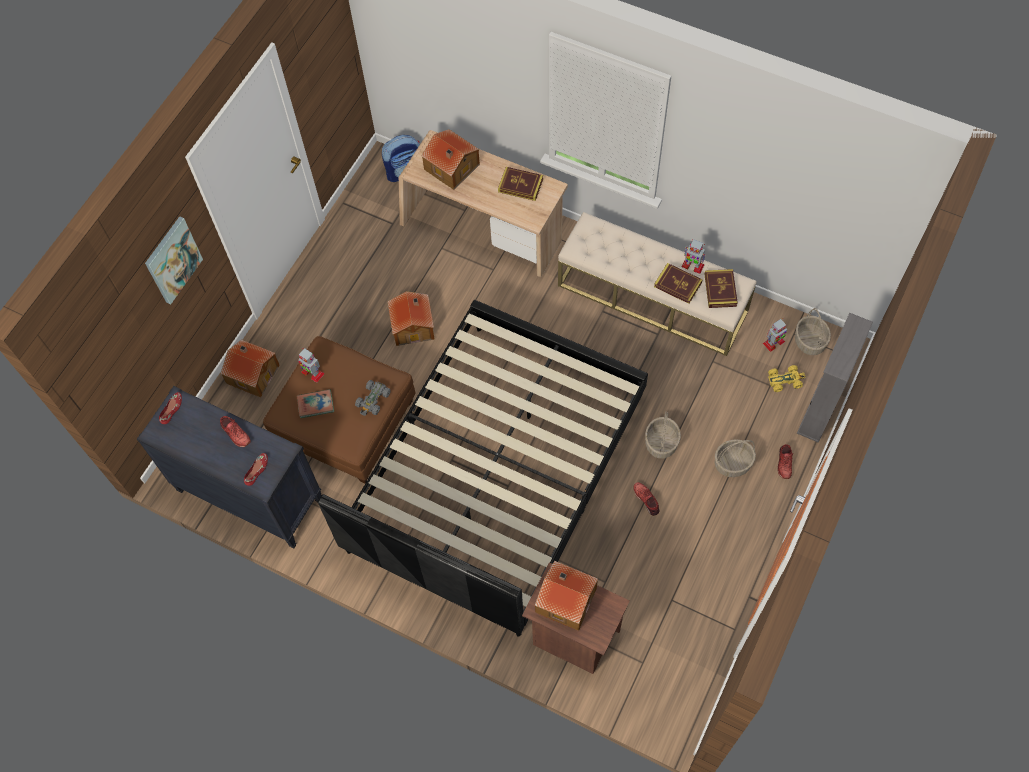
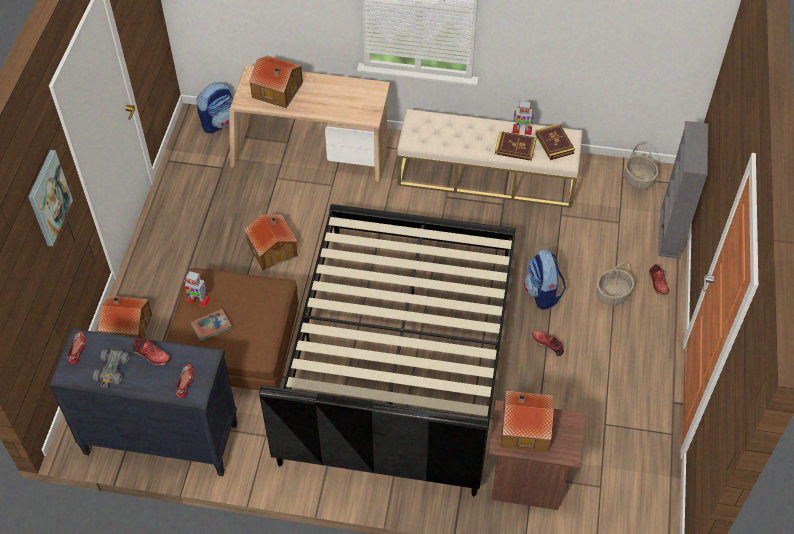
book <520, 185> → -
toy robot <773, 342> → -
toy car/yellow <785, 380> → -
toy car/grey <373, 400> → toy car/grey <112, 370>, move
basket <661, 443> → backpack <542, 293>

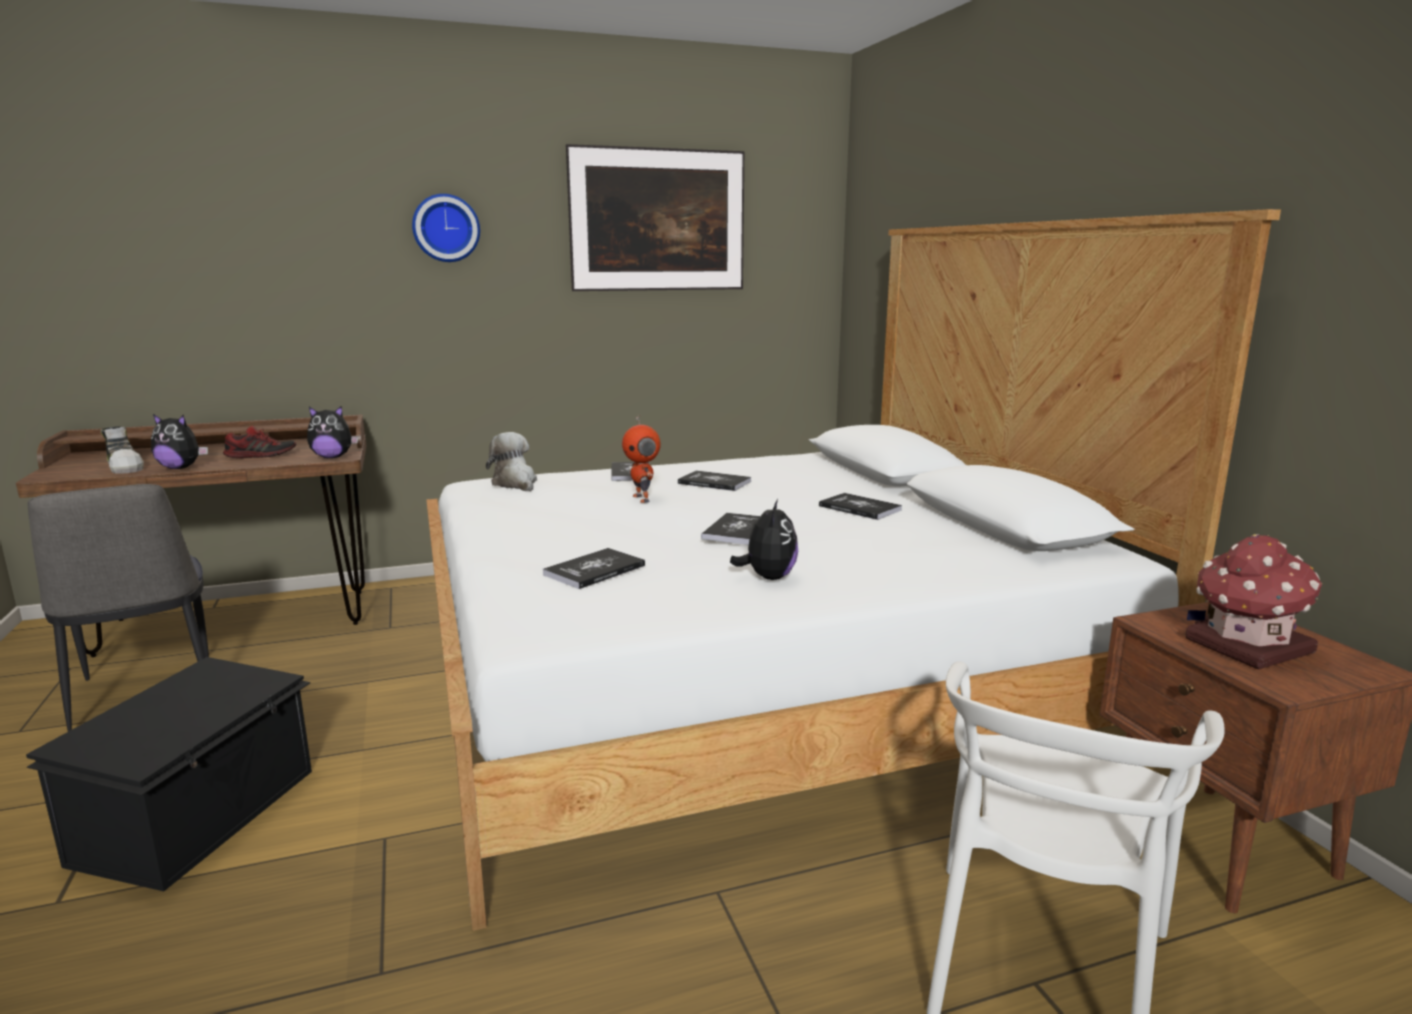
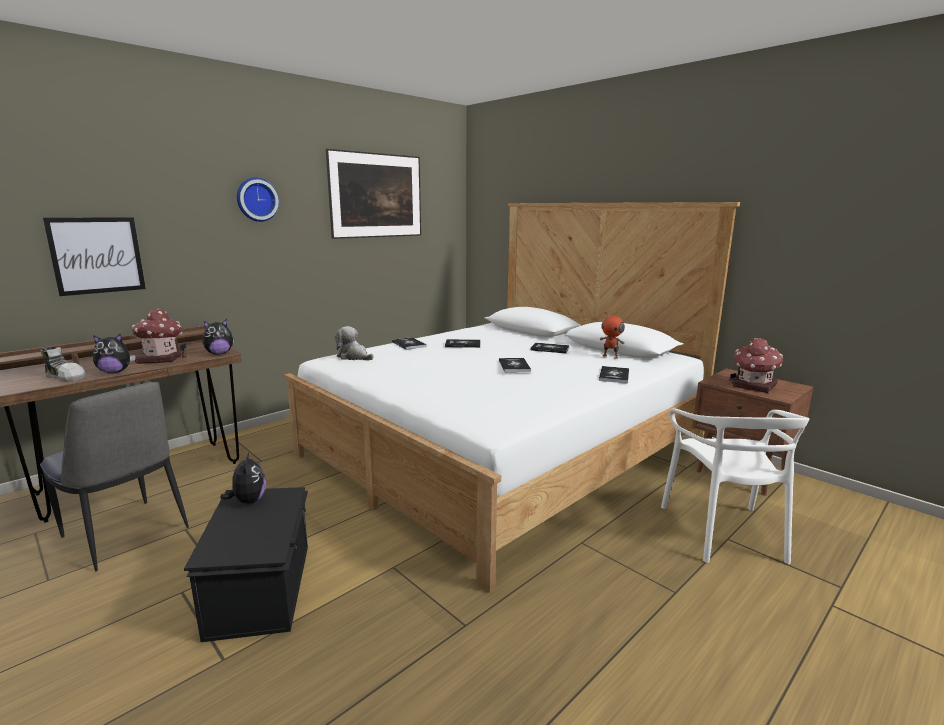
- → picture <97, 255>
book <594, 570> → book <614, 375>, move
toy robot <643, 498> → toy robot <610, 356>, move
plush toy <768, 577> → plush toy <248, 501>, move
shoe <261, 455> → toy house <162, 358>

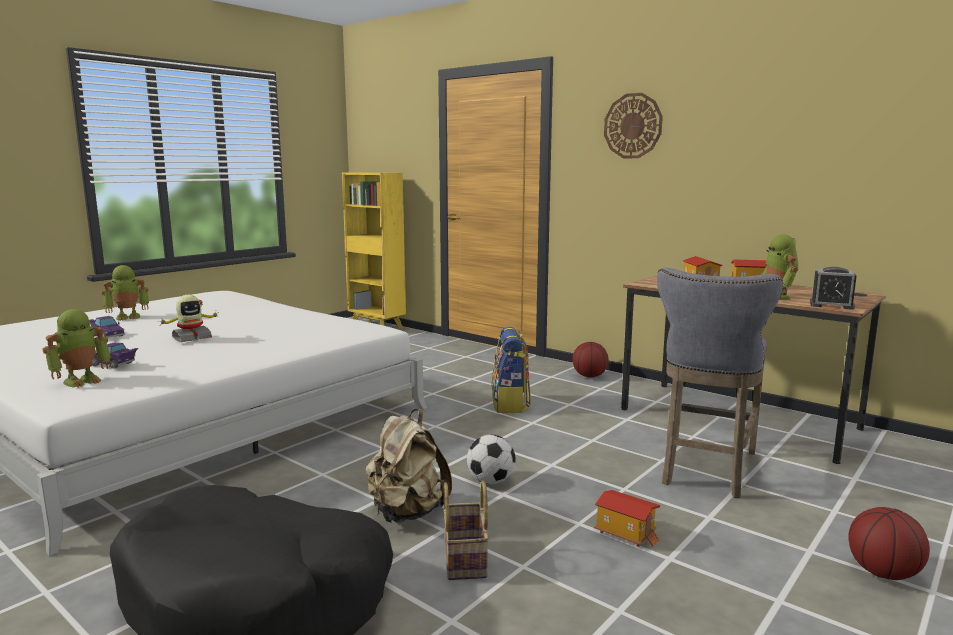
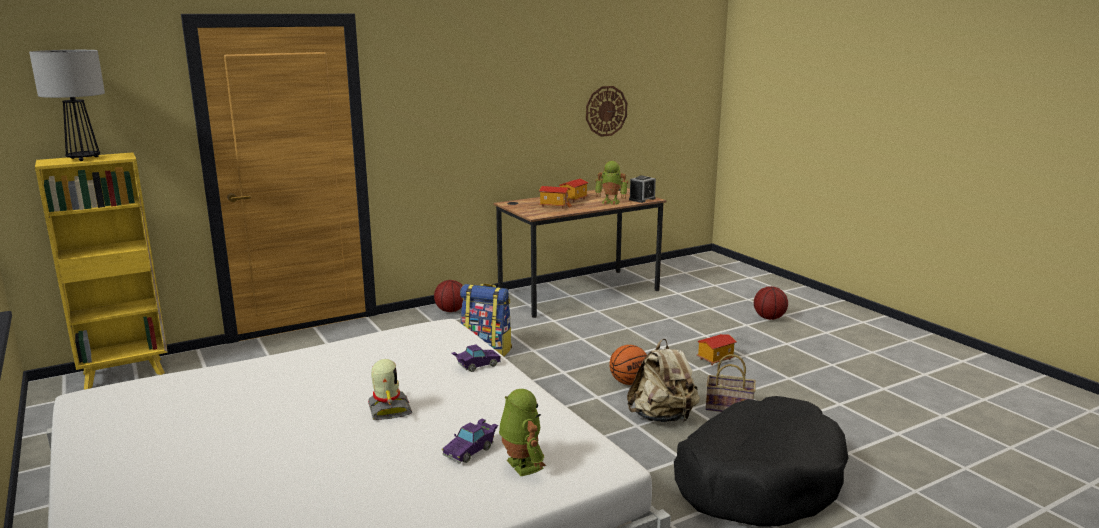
toy robot <128, 317> → -
stool/grey <705, 470> → -
- → table lamp <83, 159>
toy car/purple <107, 335> → toy car/purple <476, 366>, move
wall clock <633, 126> → wall clock <606, 111>, move
football <491, 481> → basketball <628, 382>

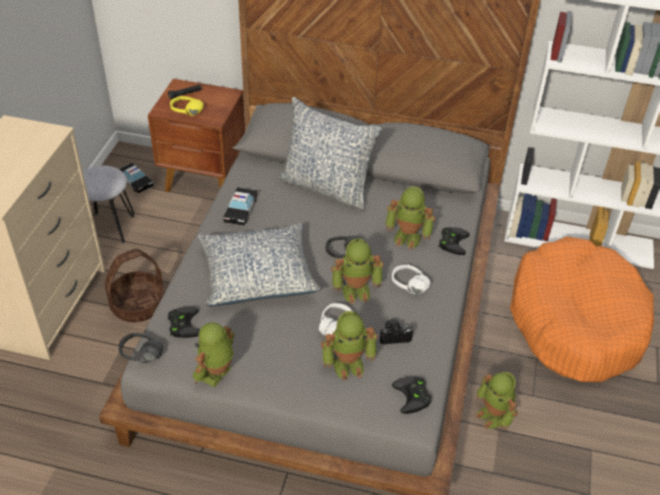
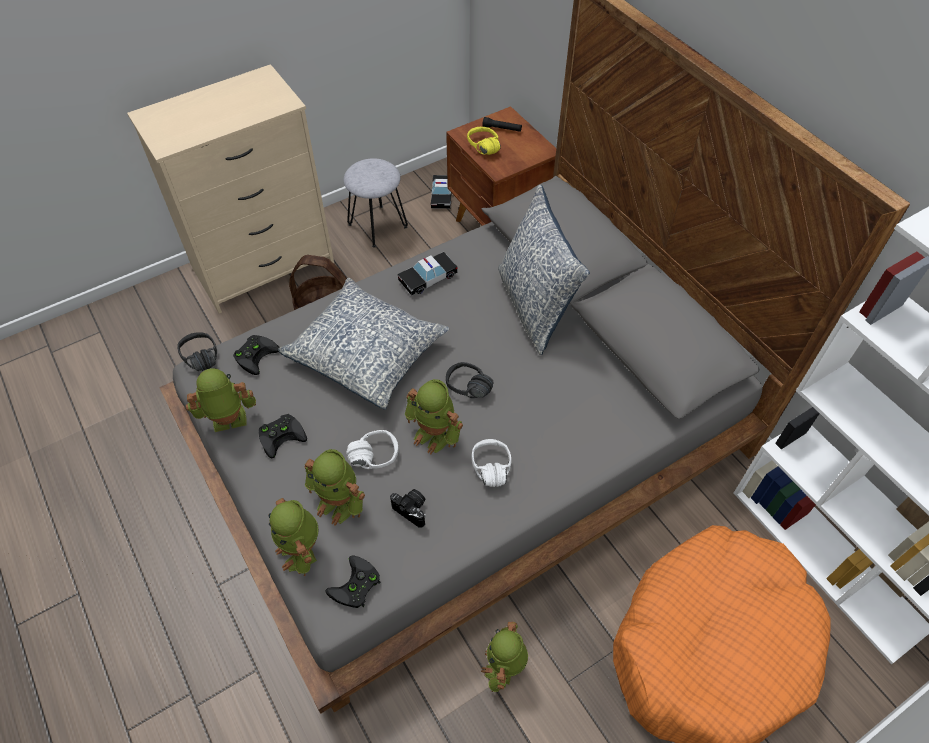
toy robot <408, 237> → toy robot <301, 550>, move
game controller/black <452, 241> → game controller/black <282, 435>, move

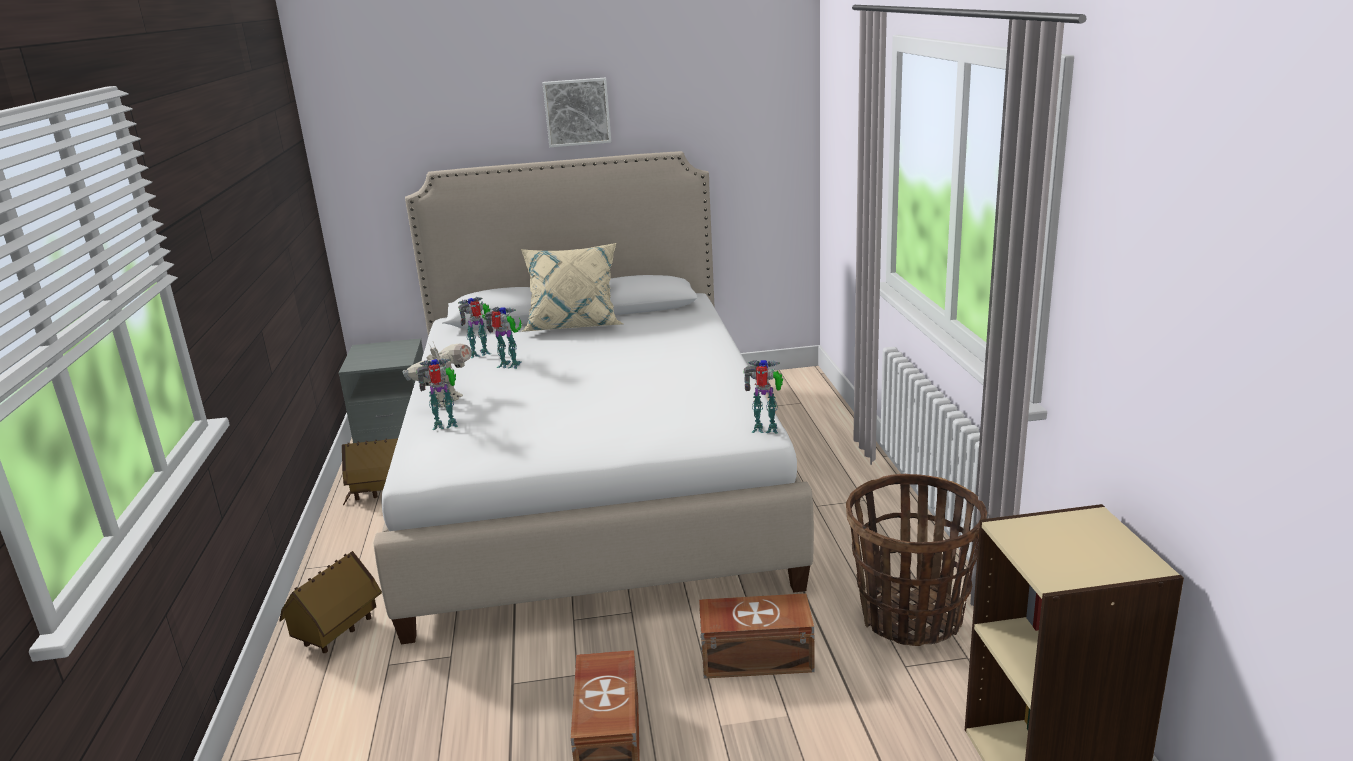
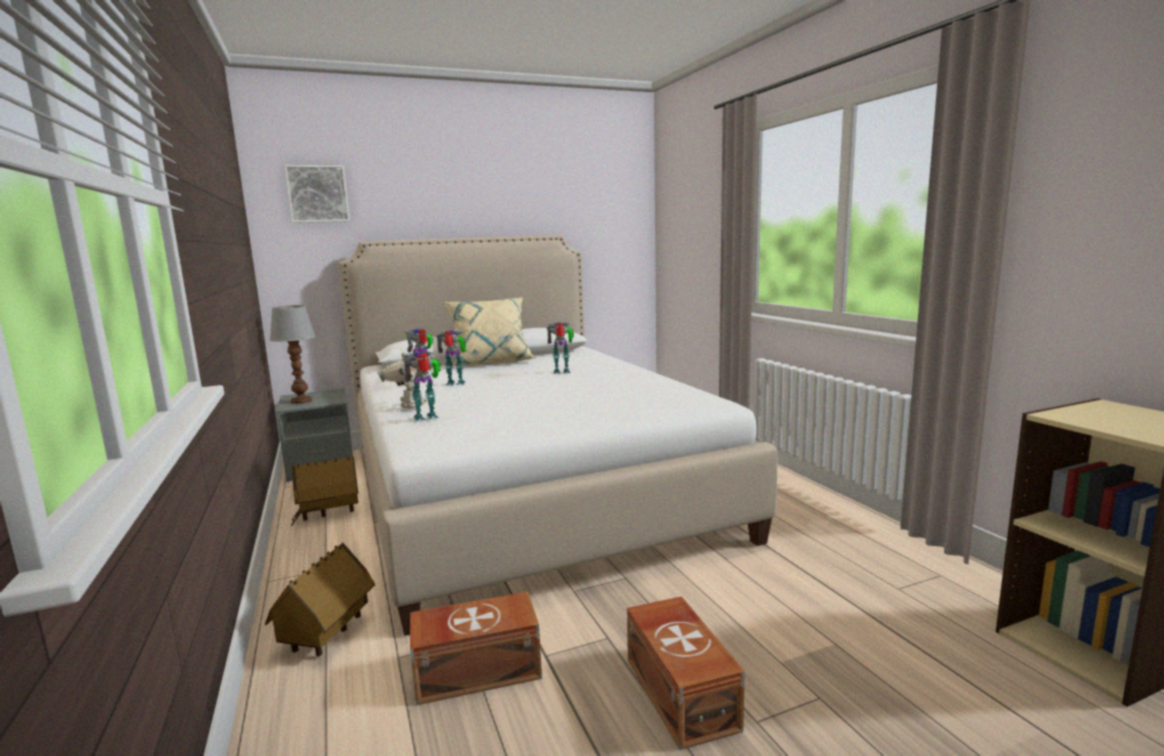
basket <911, 617> → -
- → table lamp <301, 401>
picture <577, 112> → picture <318, 194>, move
storage box/brown <754, 656> → storage box/brown <475, 670>, move
toy robot <766, 429> → toy robot <562, 372>, move

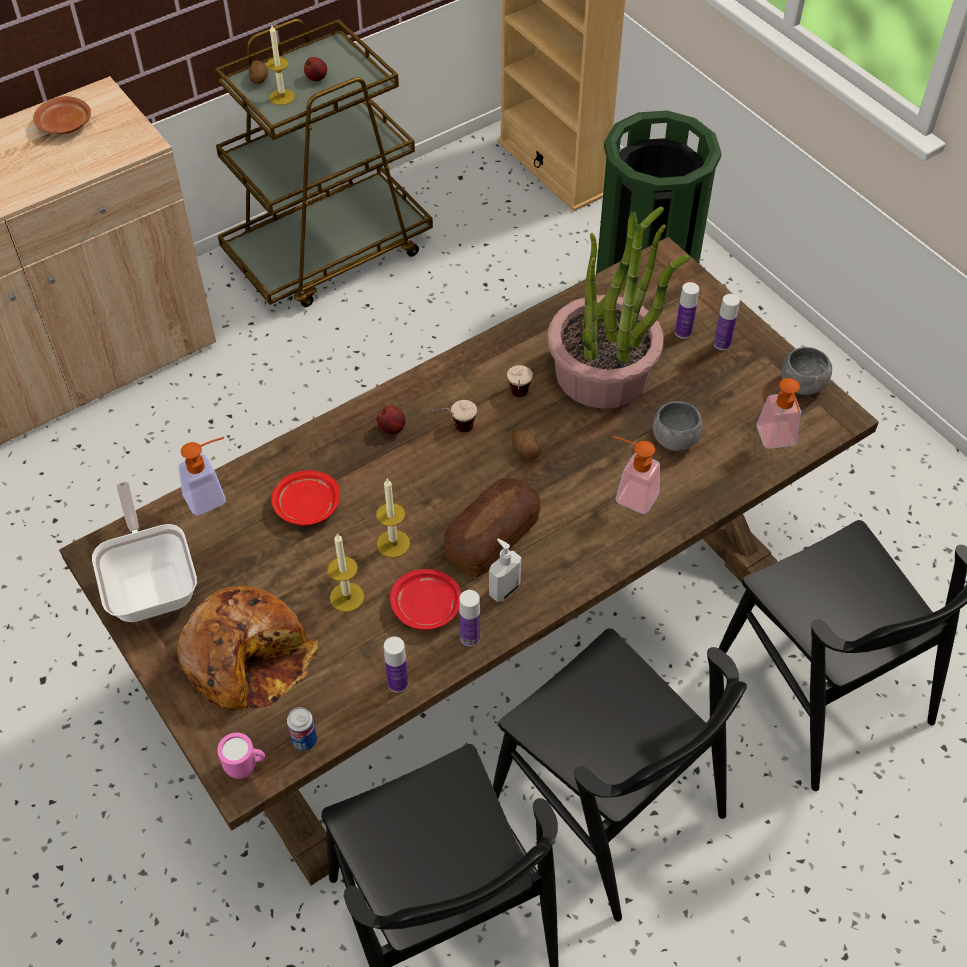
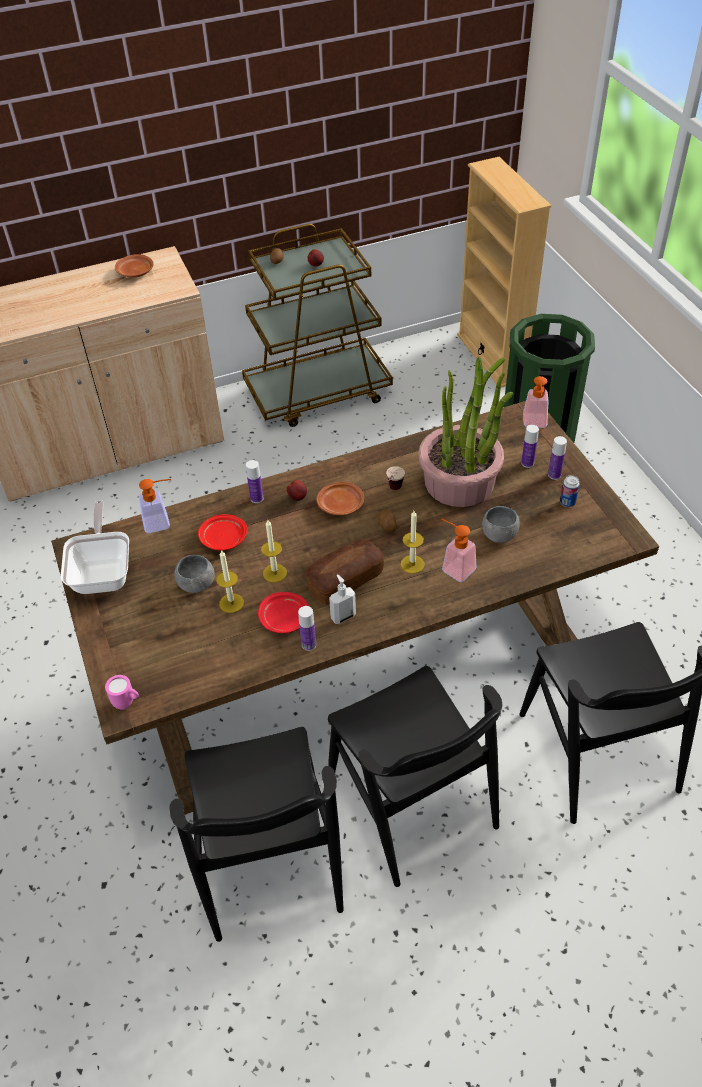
bread <248, 657> → -
candle <282, 97> → candle <412, 564>, move
can <304, 740> → can <567, 502>, move
bottle <398, 683> → bottle <257, 498>, move
soap dispenser <778, 441> → soap dispenser <535, 424>, move
bowl/grey <802, 384> → bowl/grey <196, 584>, move
cup <454, 430> → plate/brown <341, 505>

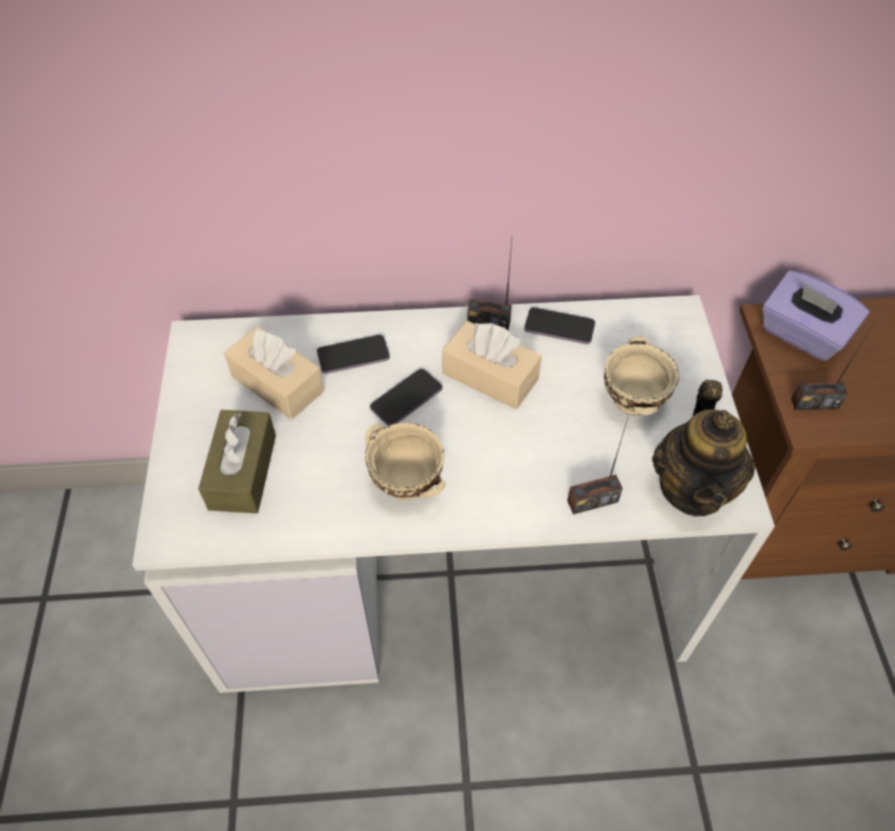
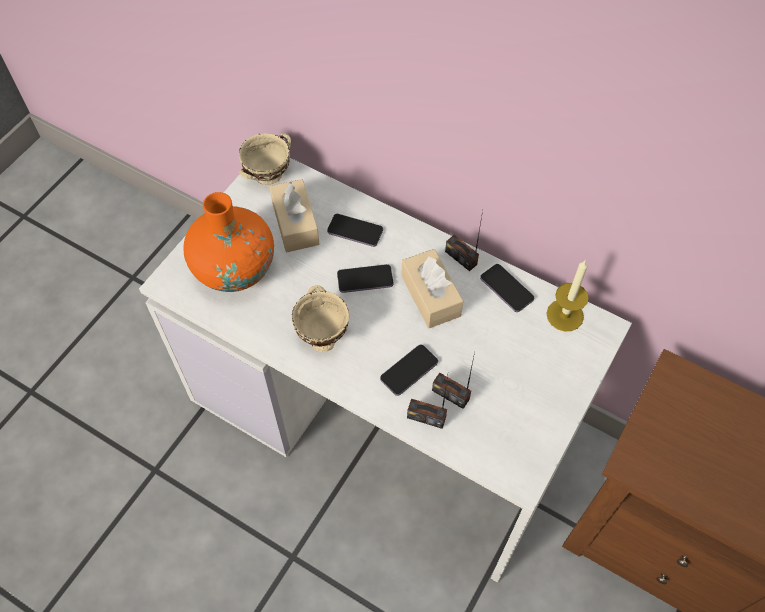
teapot <692, 488> → -
tissue box/purple <801, 335> → -
- → phone <409, 370>
- → candle <565, 315>
bowl/beige <634, 398> → bowl/beige <269, 173>, move
radio <814, 403> → radio <450, 394>, move
tissue box/brown <243, 471> → vase/orange <235, 269>

